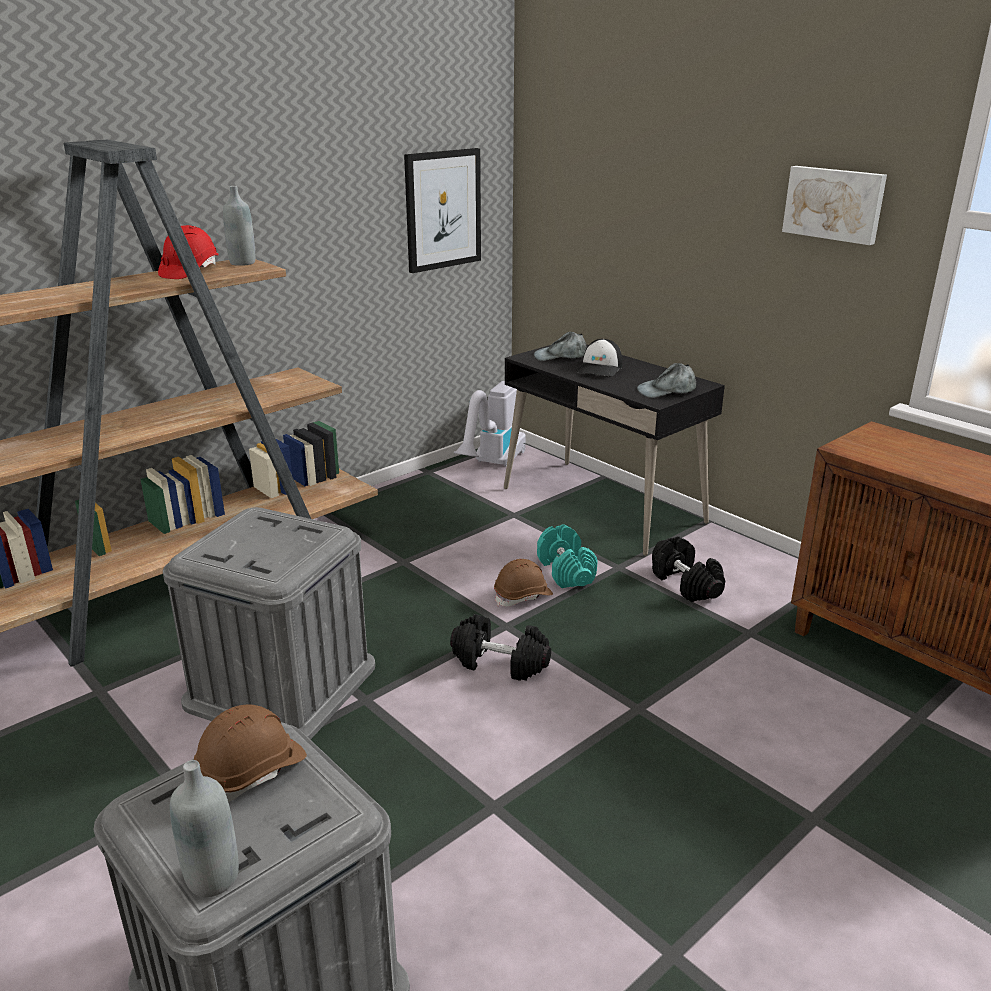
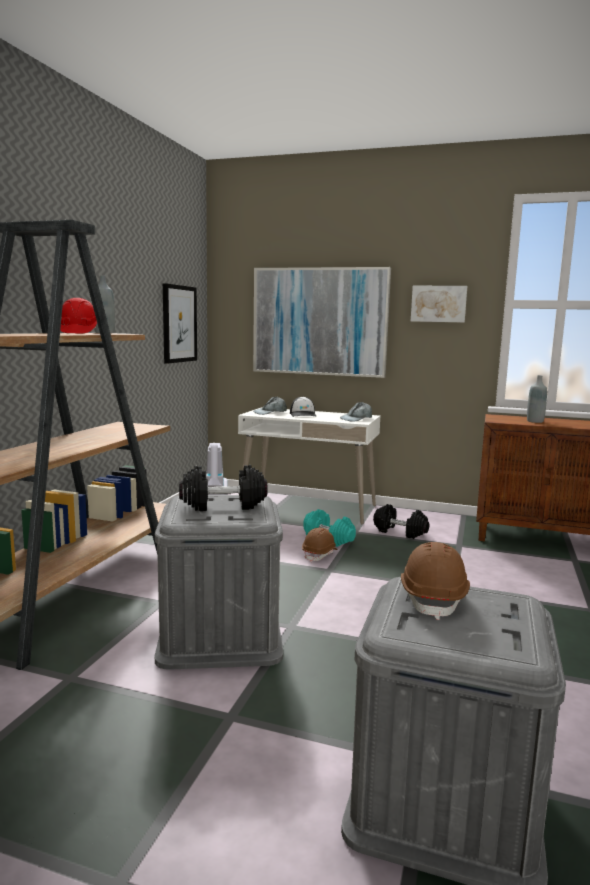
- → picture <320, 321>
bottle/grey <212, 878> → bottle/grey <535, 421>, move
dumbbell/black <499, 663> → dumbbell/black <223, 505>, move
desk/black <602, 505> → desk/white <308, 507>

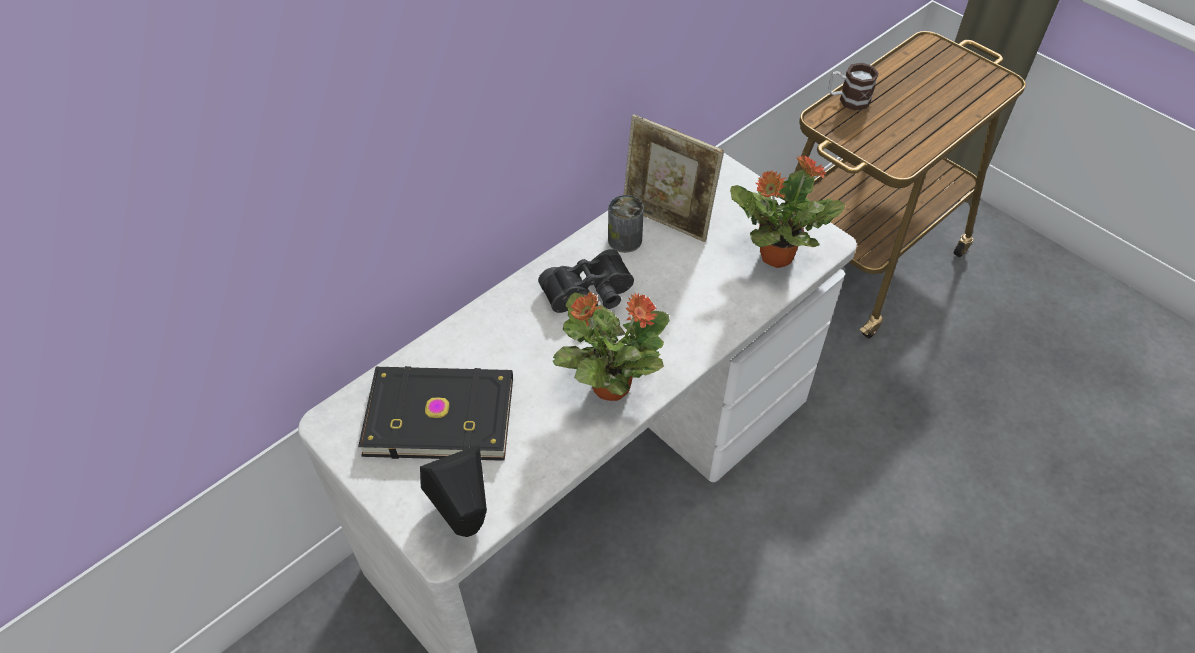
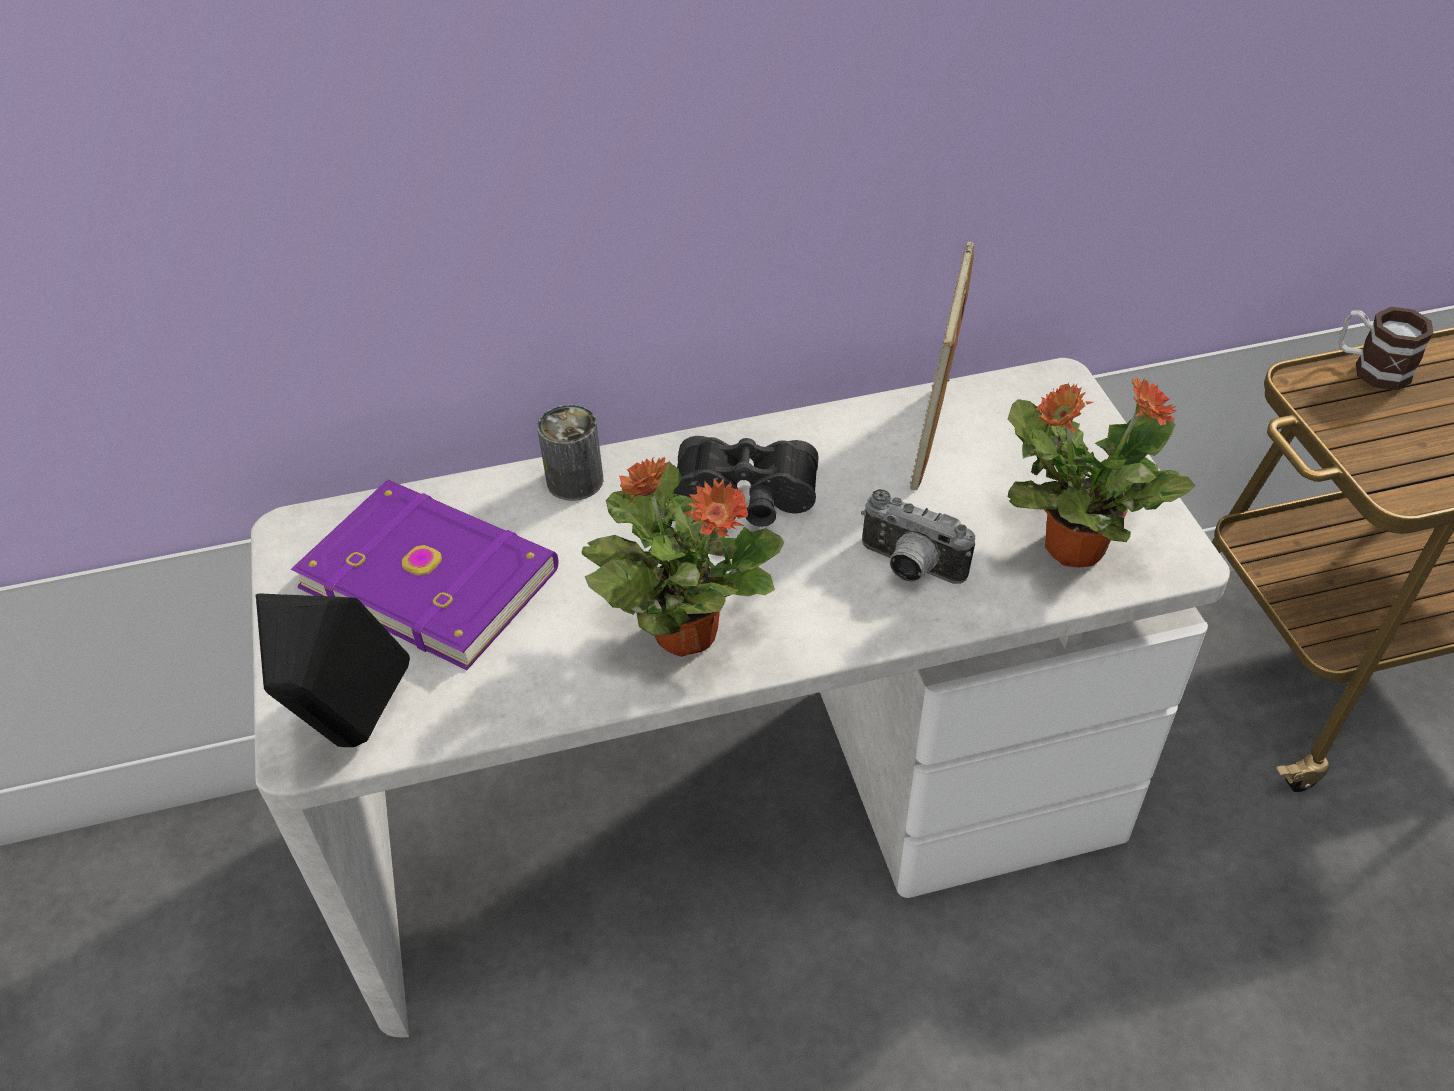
- → photo camera <908, 568>
can <625, 240> → can <575, 480>, move
book/black <439, 414> → book/purple <430, 575>
picture frame <666, 221> → picture frame <932, 440>, 45 degrees clockwise

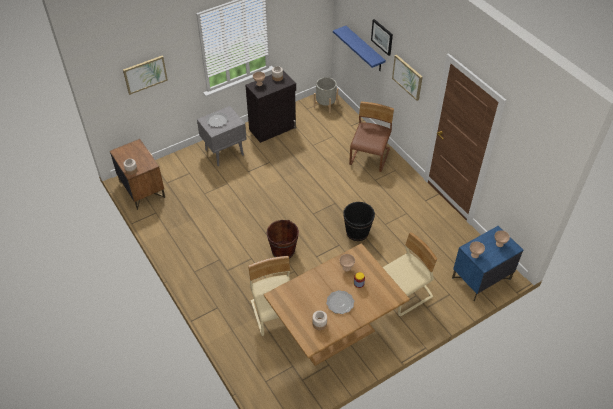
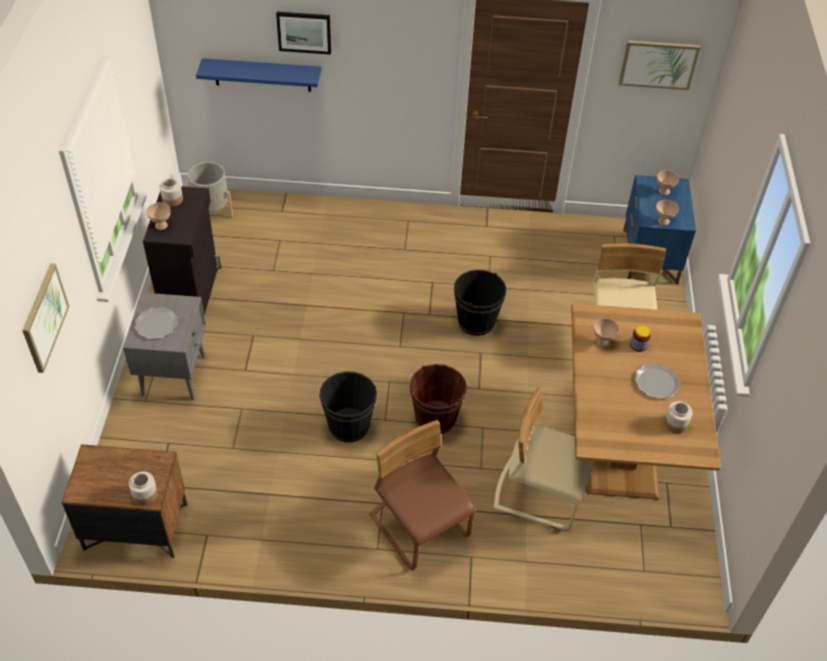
- → bucket/black <349, 425>
chair/brown <370, 157> → chair/brown <419, 526>, move
picture <407, 77> → picture <658, 64>, move

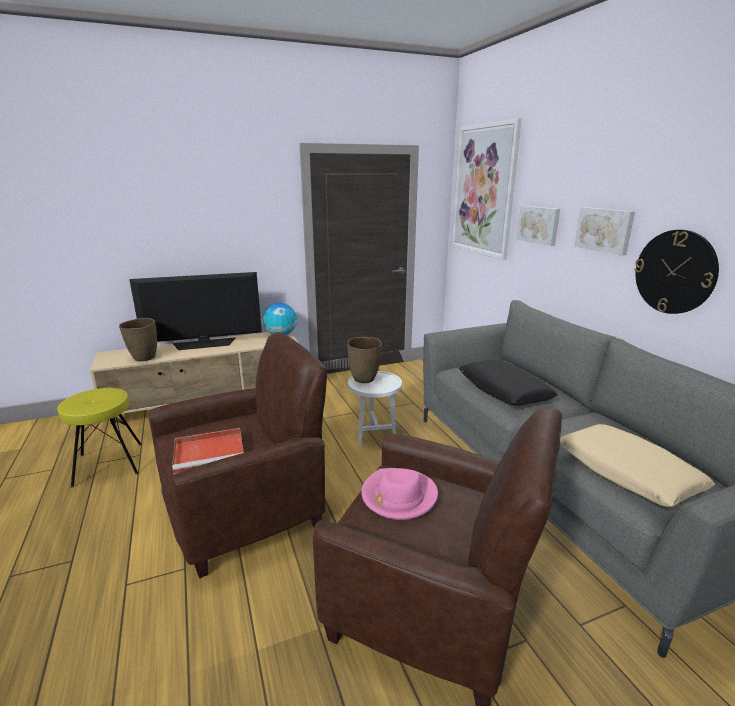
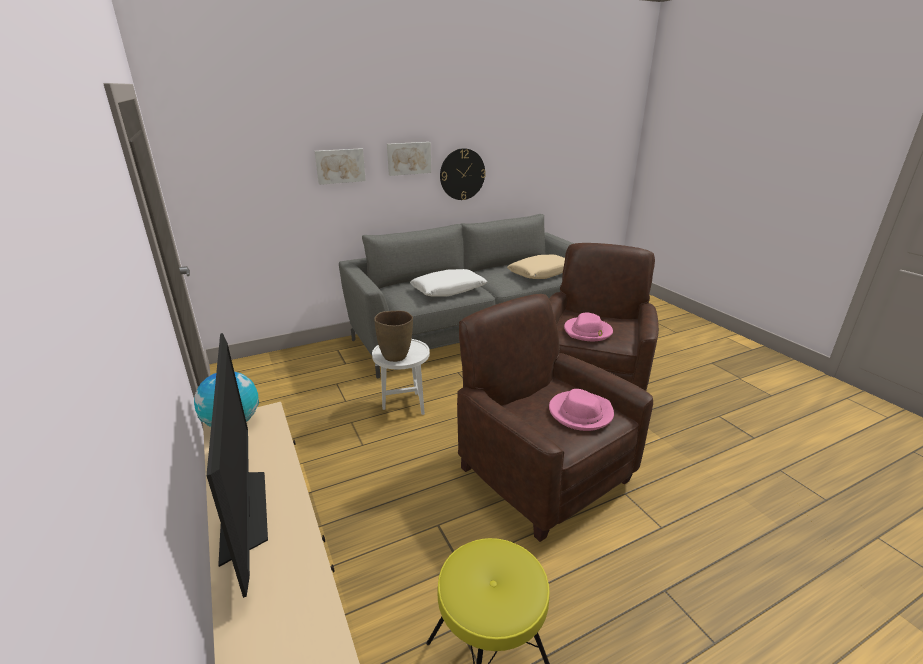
vase/brown <144, 358> → -
picture <484, 190> → -
tray/red <211, 452> → hat/pink <580, 413>
pillow/black <503, 391> → pillow/white <448, 290>

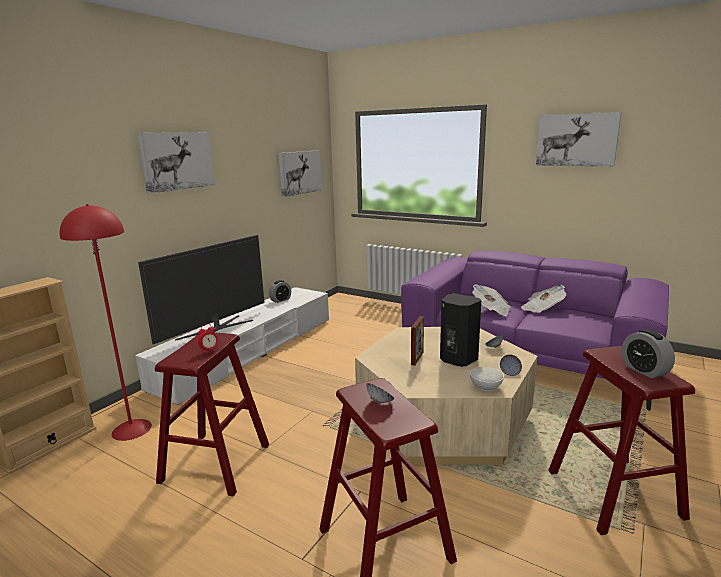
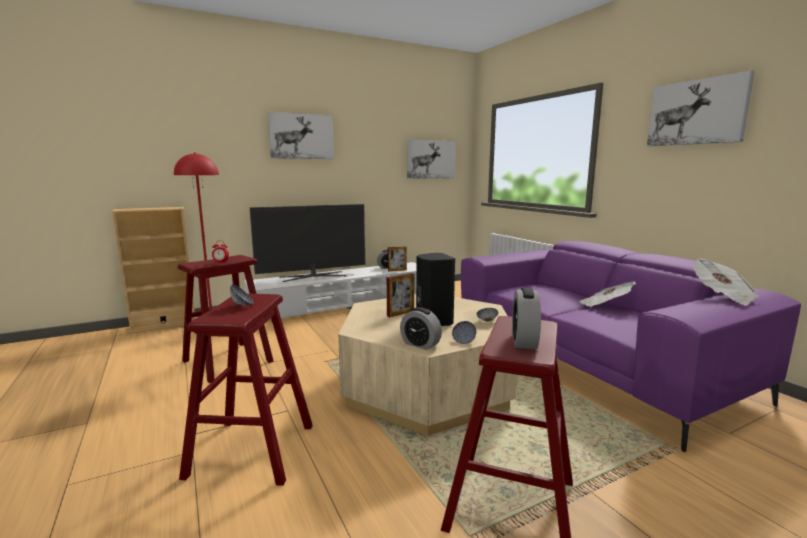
- → picture frame <397, 270>
newspaper <491, 310> → newspaper <722, 296>, move
bowl/white <486, 387> → alarm clock <420, 344>

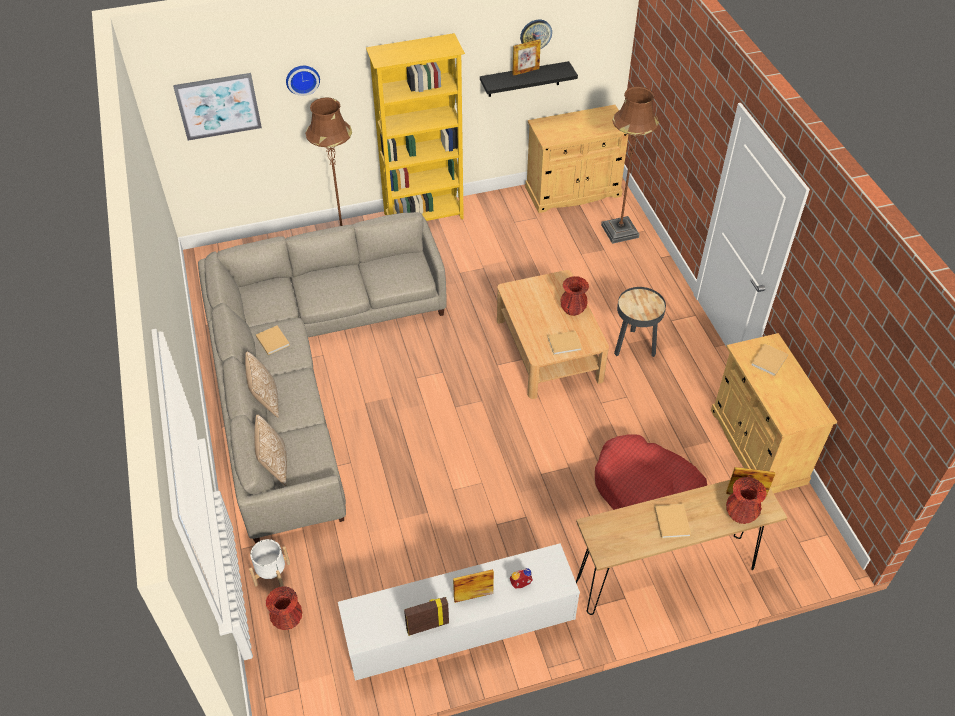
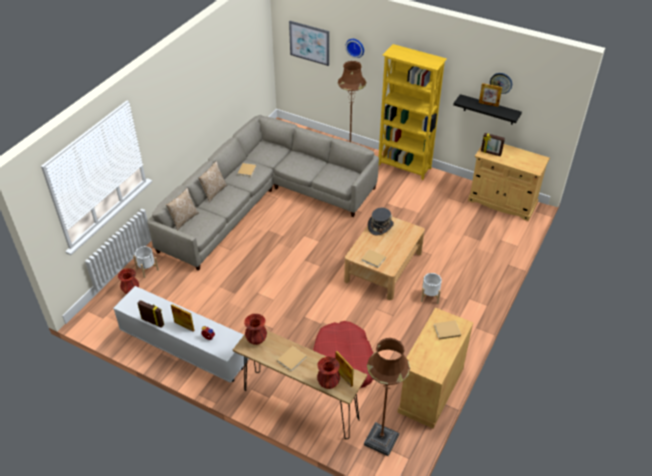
- → hat/grey <380, 226>
- → picture frame <490, 153>
vase/red <573, 309> → vase/red <256, 339>, move
floor lamp/brown <619, 231> → floor lamp/brown <381, 440>, move
side table/black <634, 347> → planter/white <430, 296>

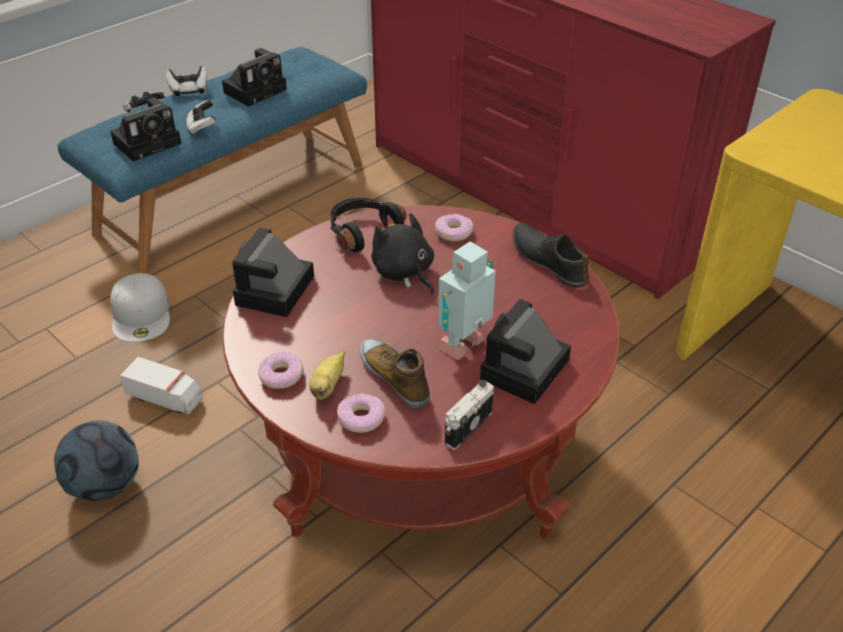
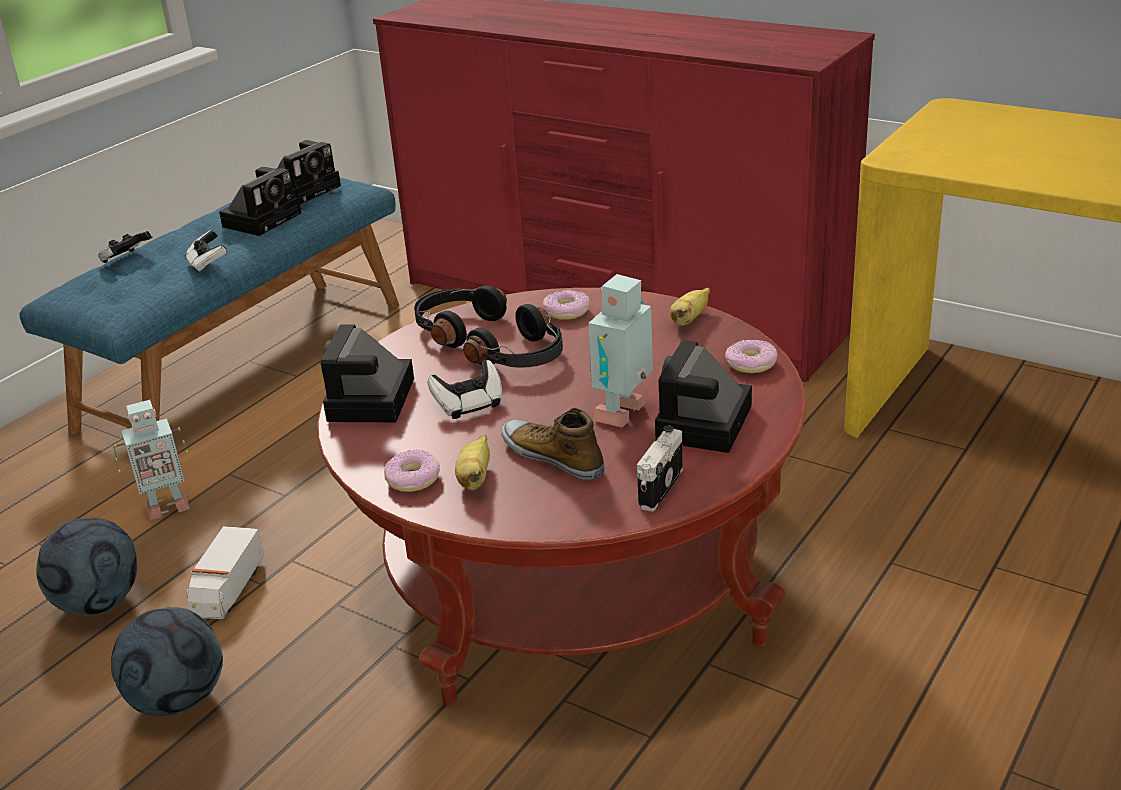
- → football <100, 603>
photo camera <149, 142> → photo camera <305, 189>, move
game controller <189, 90> → game controller <469, 405>, move
donut <361, 419> → donut <751, 364>, move
cap/white <142, 315> → toy robot <165, 506>
plush toy/black <404, 273> → headphones/black <523, 358>
shoe/black <548, 260> → banana <689, 319>
toy truck <166, 398> → toy truck <228, 590>, 90 degrees clockwise

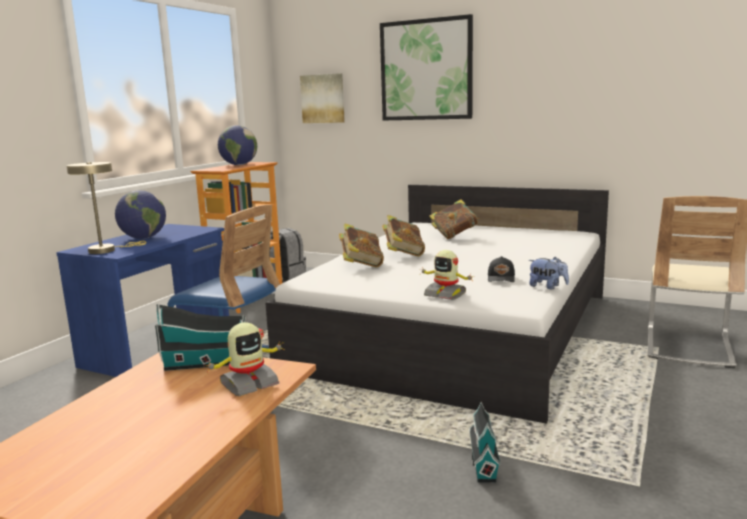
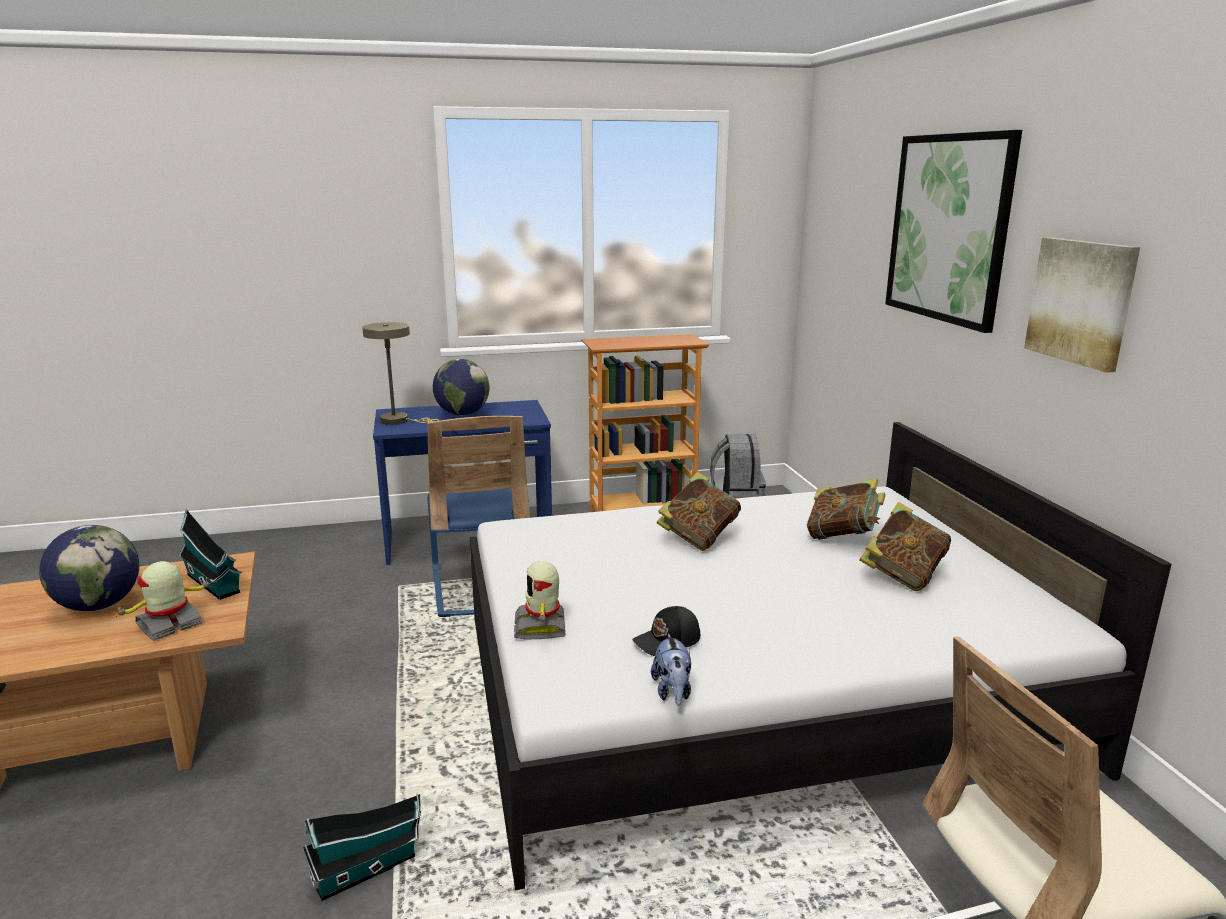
globe <239, 165> → globe <99, 605>, move
picture <323, 98> → picture <1081, 301>, move
book <361, 264> → book <902, 575>, move
toy robot <248, 384> → toy robot <170, 625>, 120 degrees clockwise

